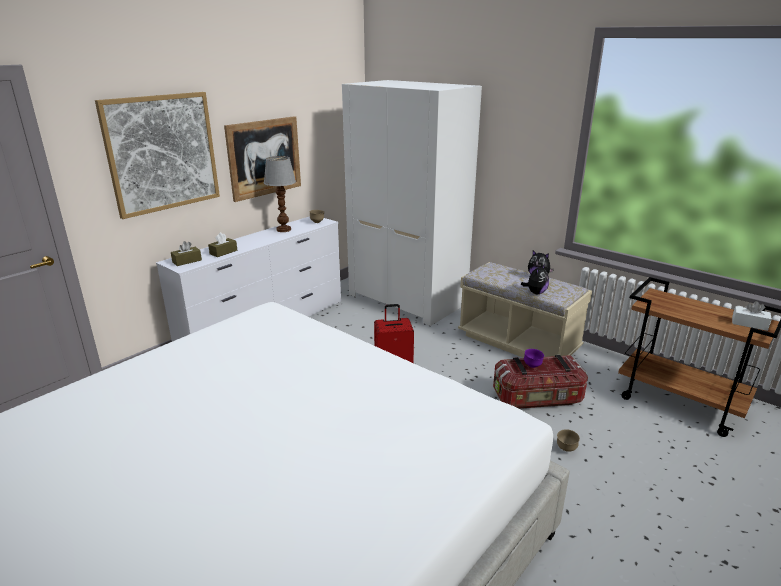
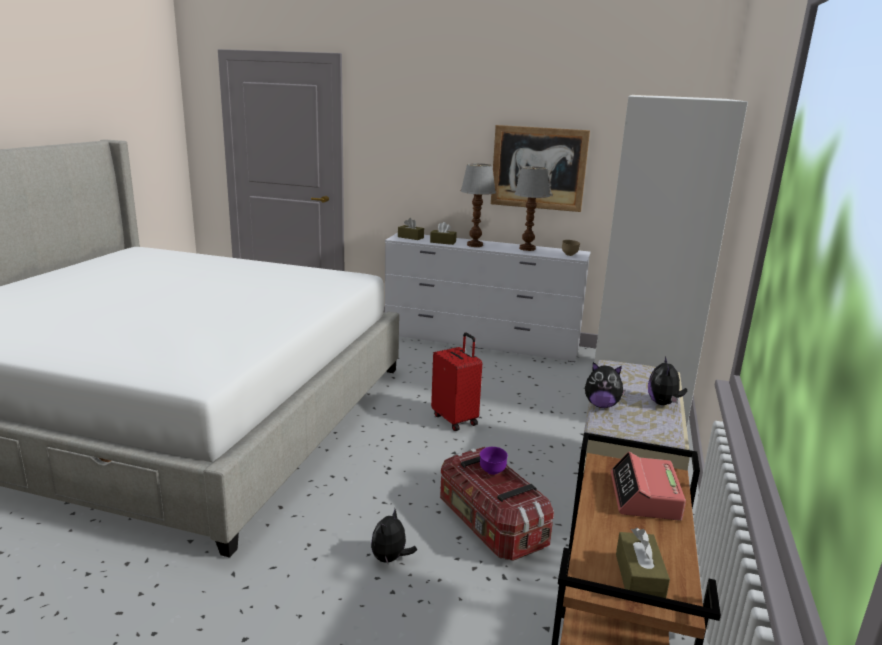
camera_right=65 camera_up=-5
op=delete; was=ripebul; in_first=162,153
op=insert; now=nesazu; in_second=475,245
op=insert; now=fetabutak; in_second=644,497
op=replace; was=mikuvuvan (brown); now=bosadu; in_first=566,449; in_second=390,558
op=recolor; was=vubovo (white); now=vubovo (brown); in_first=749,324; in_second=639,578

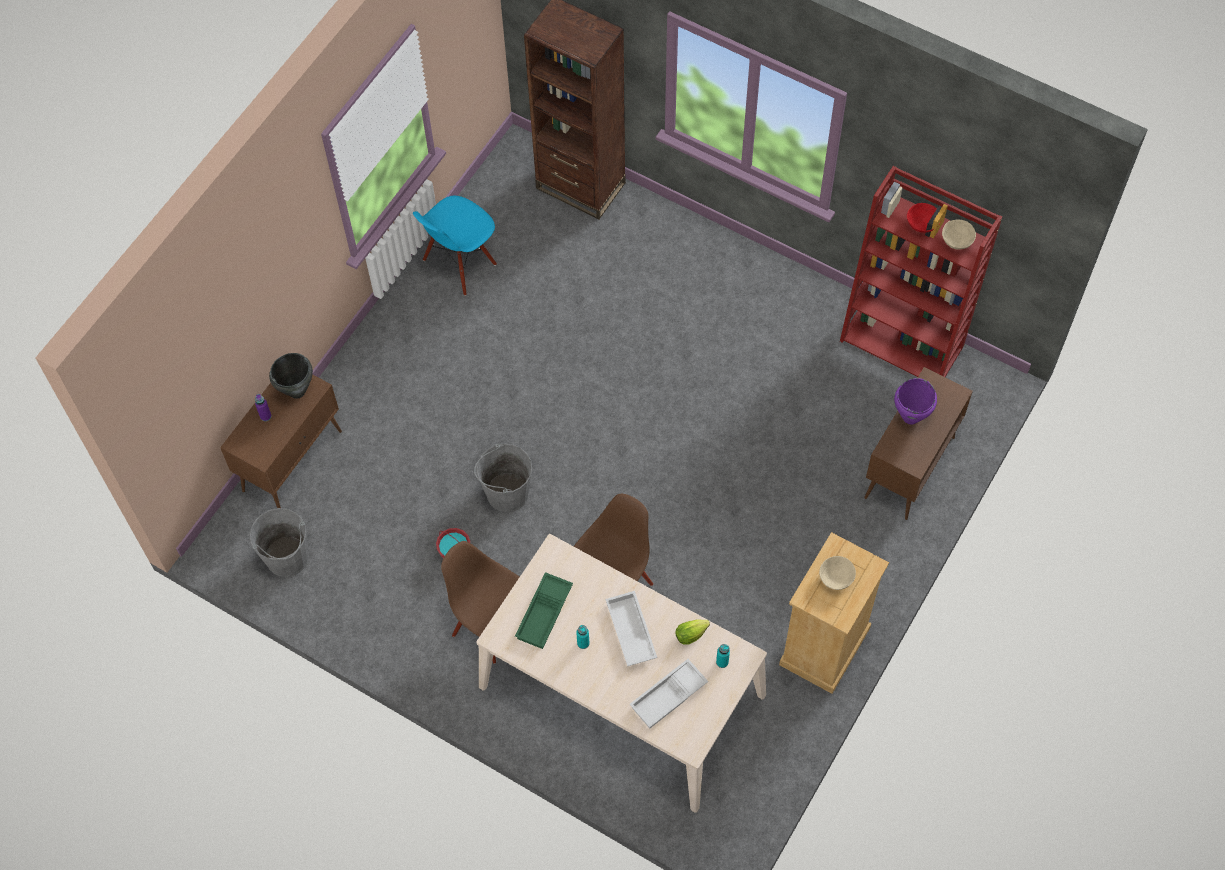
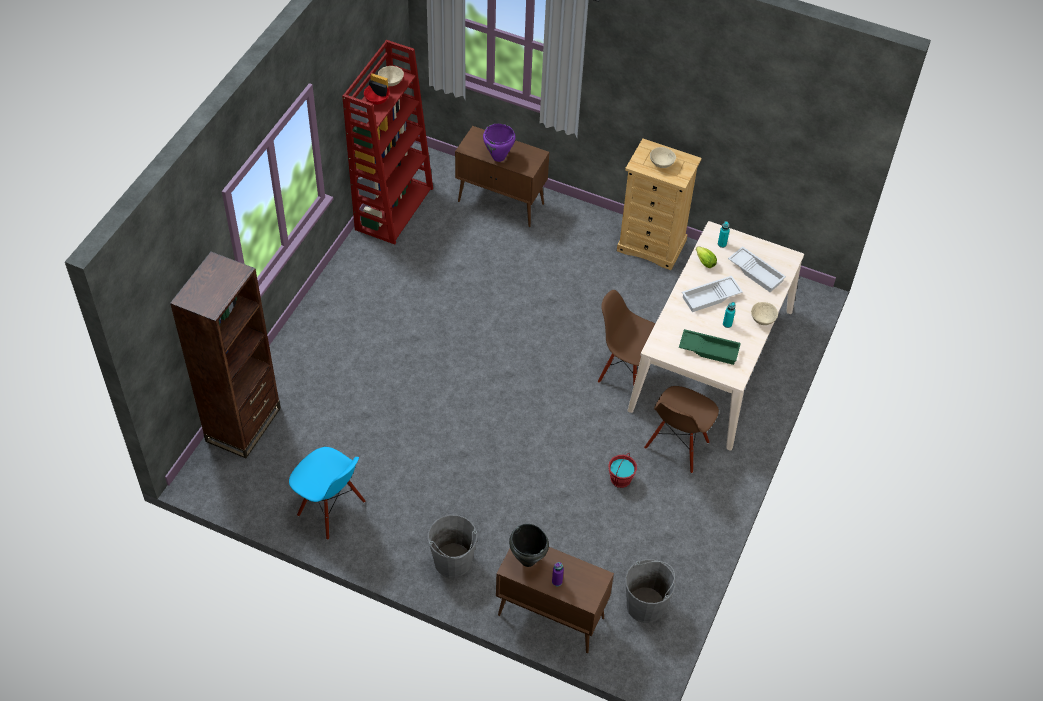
camera_right=-100 camera_up=-10
op=insert; now=mikuvuvan (beige); in_second=763,320
op=move; was=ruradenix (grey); in_first=507,493; in_second=453,561

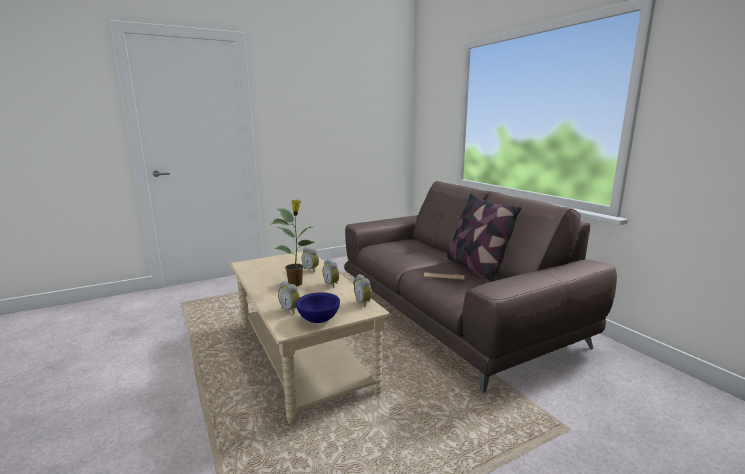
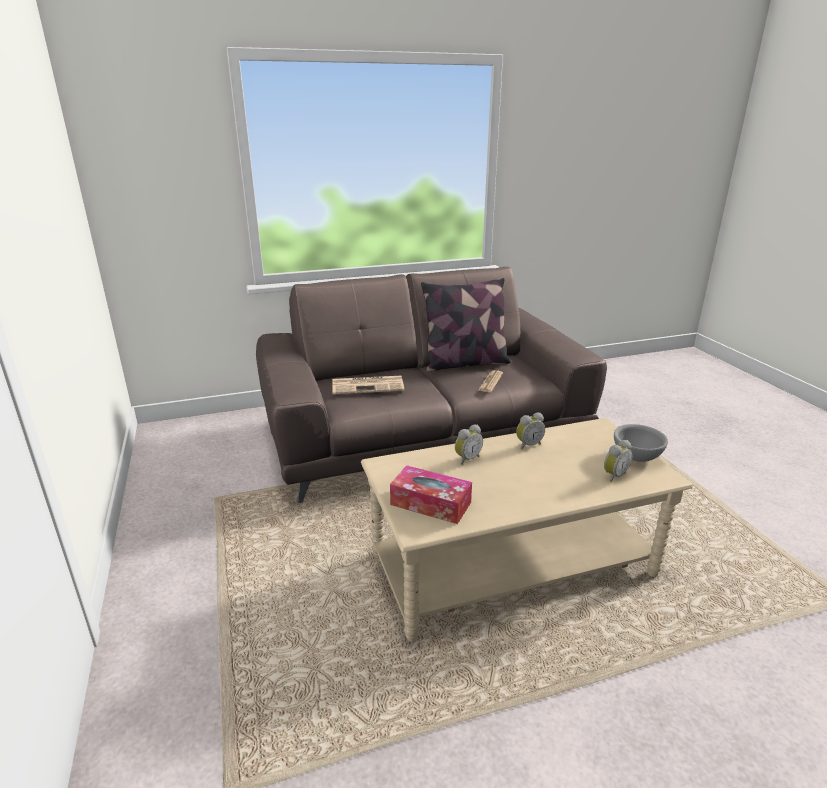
camera_right=-80 camera_up=10
op=delete; was=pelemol; in_first=296,283
op=delete; was=fetabutak; in_first=364,303
op=insert; now=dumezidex; in_second=368,385
op=insert; now=vubovo; in_second=430,503
op=recolor; was=mikuvuvan (blue); now=mikuvuvan (grey); in_first=318,320; in_second=637,457

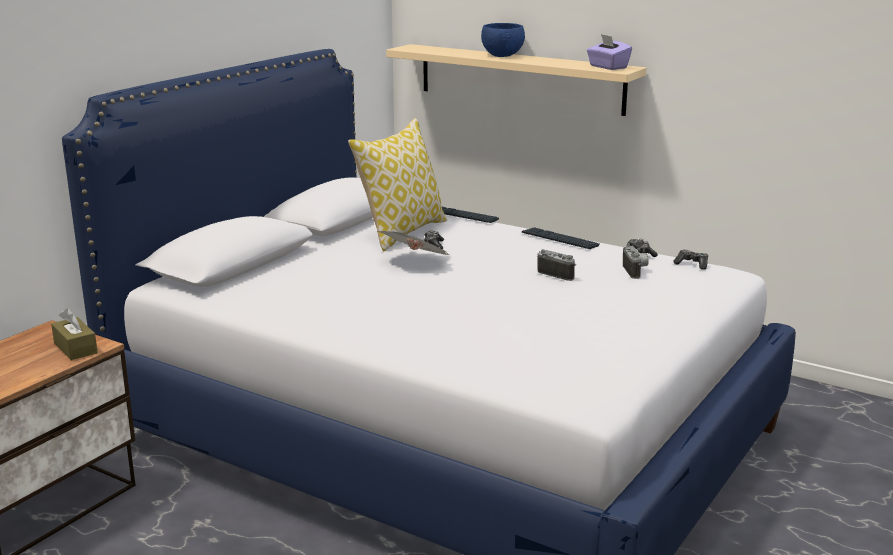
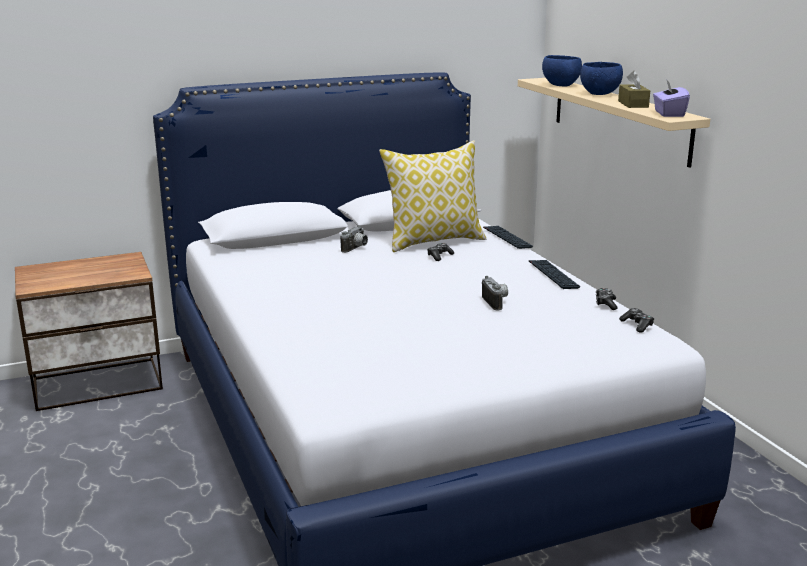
camera_right=35 camera_up=0
op=delete; was=dumezidex; in_first=417,262
op=insert; now=mikuvuvan (blue); in_second=560,85
op=move; was=vubovo (brown); in_first=75,348; in_second=633,104
op=move; was=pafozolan; in_first=636,271; in_second=356,248

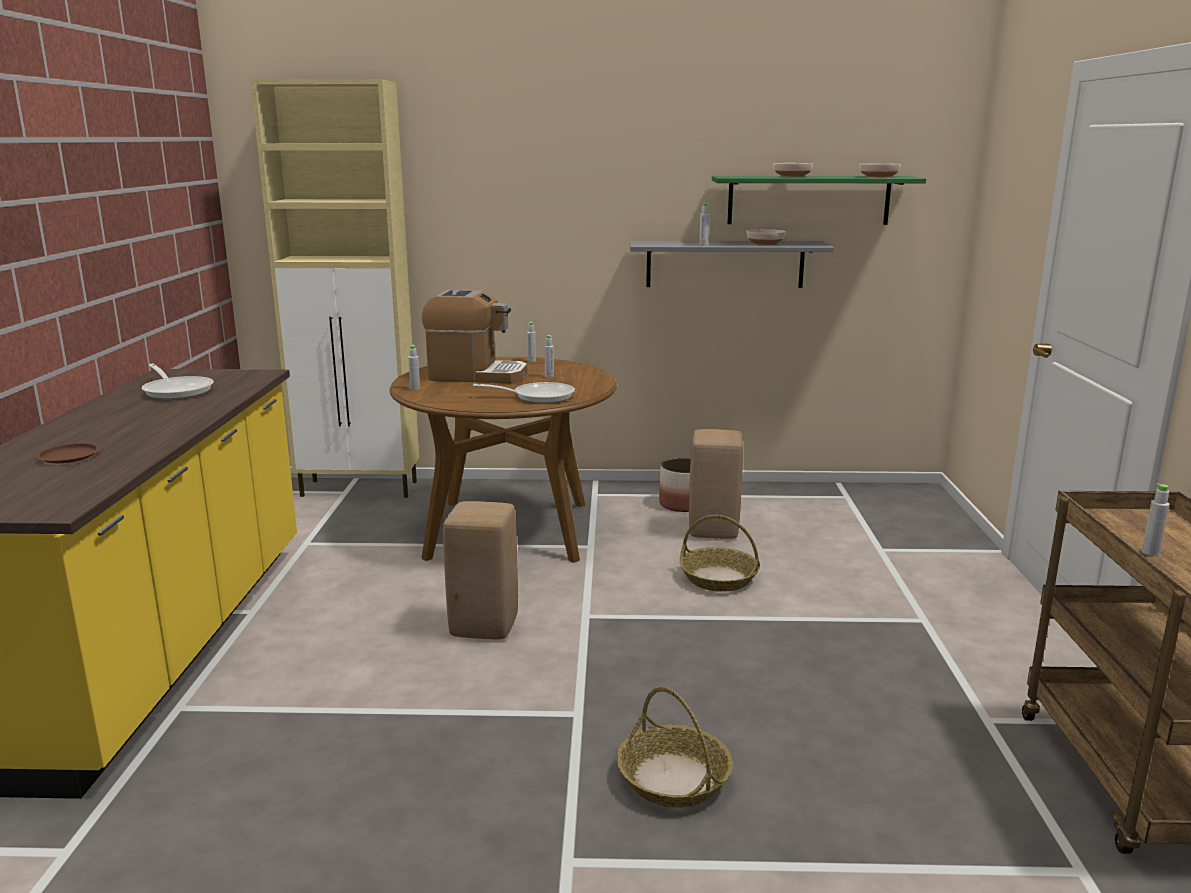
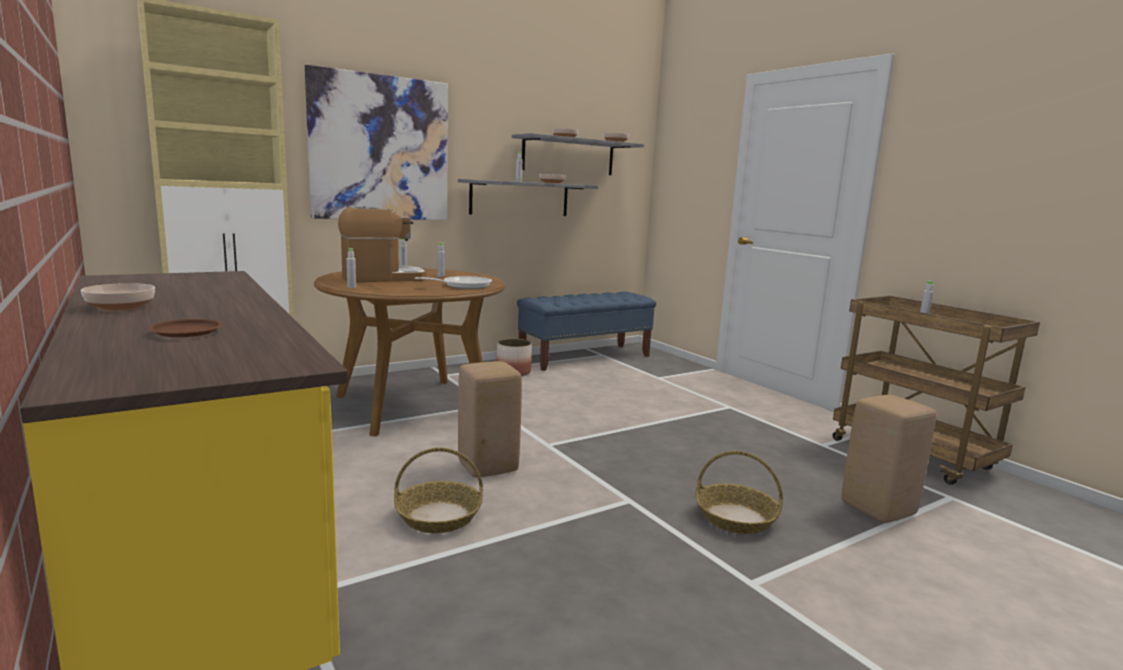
camera_right=-35 camera_up=-5
op=delete; was=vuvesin; in_first=177,391
op=insert; now=mikuvuvan; in_second=122,307
op=insert; now=ripebul; in_second=380,148
op=insert; now=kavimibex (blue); in_second=585,357
op=move; was=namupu; in_first=719,578; in_second=439,516
op=move; was=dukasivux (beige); in_first=714,531; in_second=879,510
op=recolor; was=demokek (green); now=demokek (grey); in_first=808,200; in_second=568,156

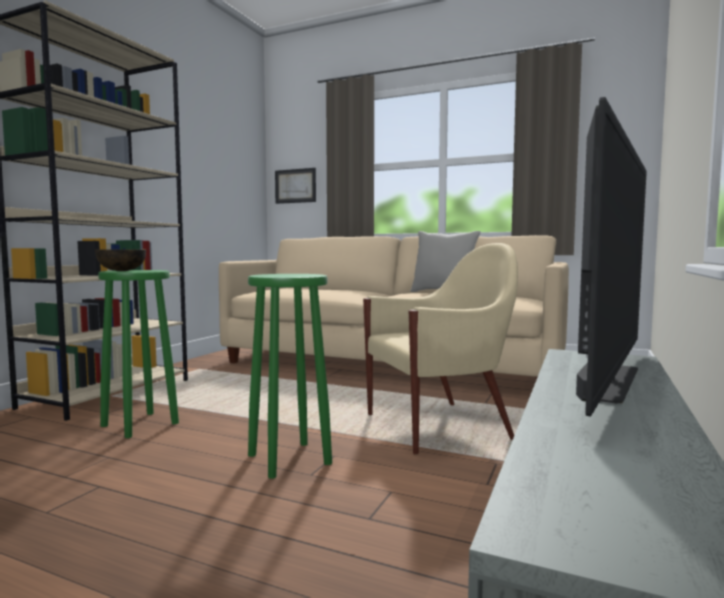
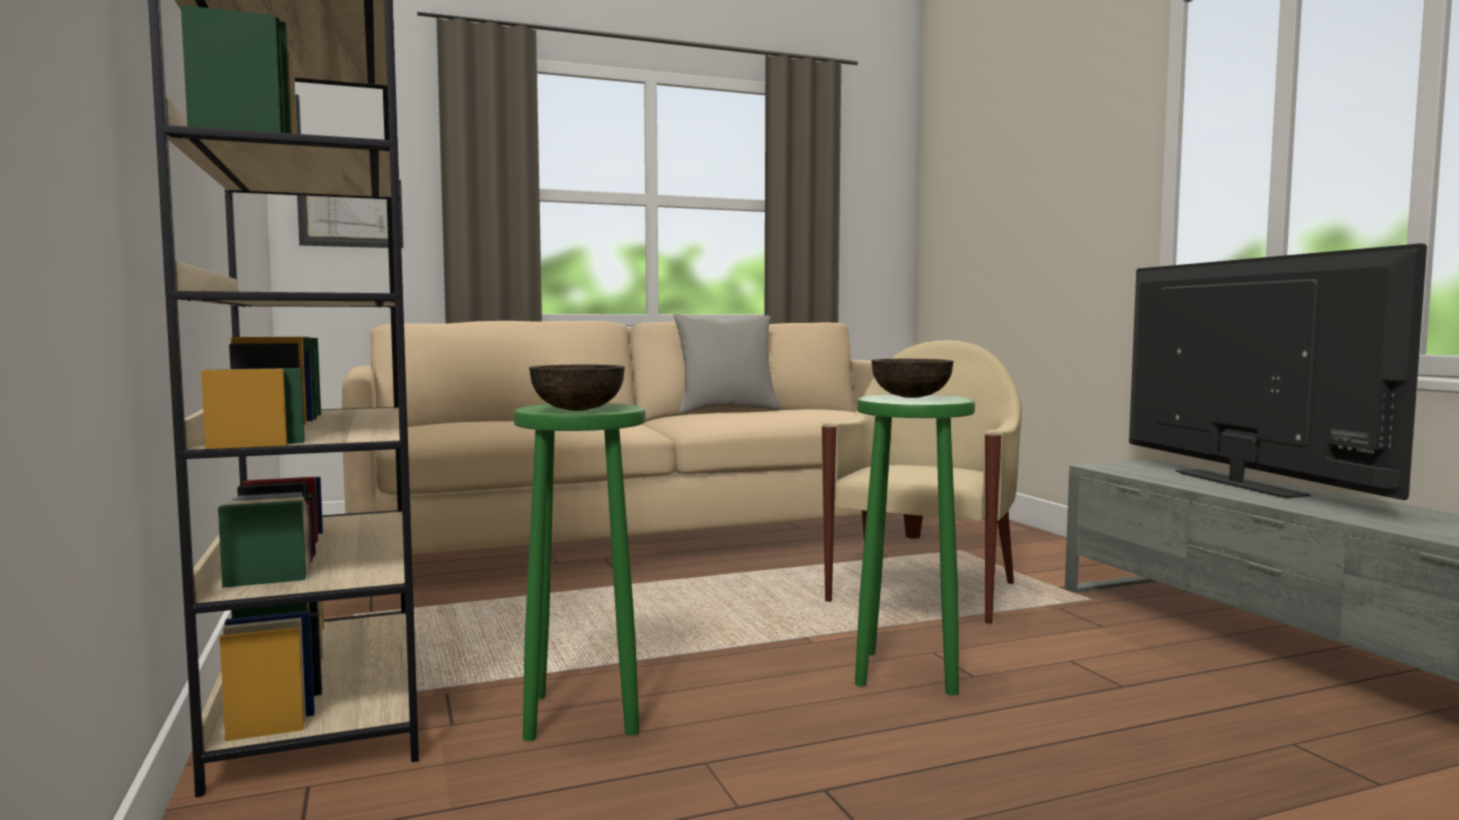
camera_right=-45 camera_up=0
op=insert; now=mikuvuvan (brown); in_second=911,397

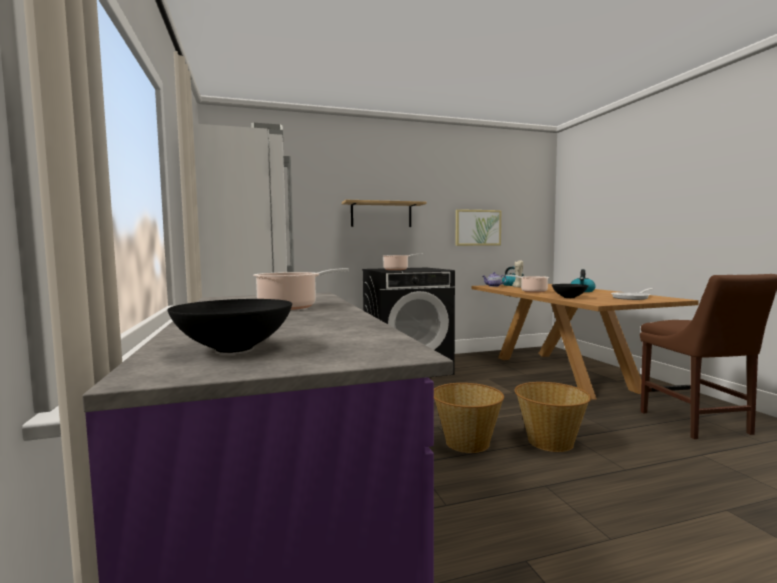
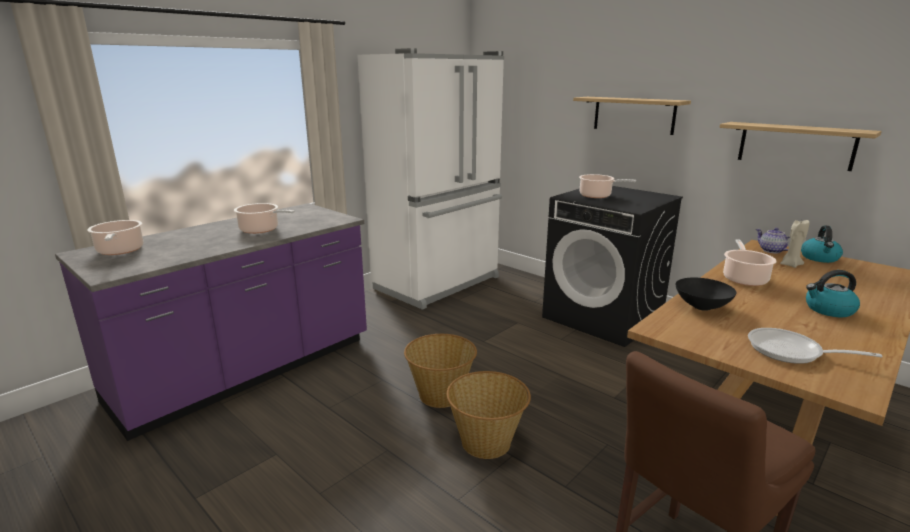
camera_right=60 camera_up=15
op=replace; was=mikuvuvan (black); now=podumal; in_first=234,349; in_second=120,251
op=replace; was=ripebul; now=demokek; in_first=478,227; in_second=795,145

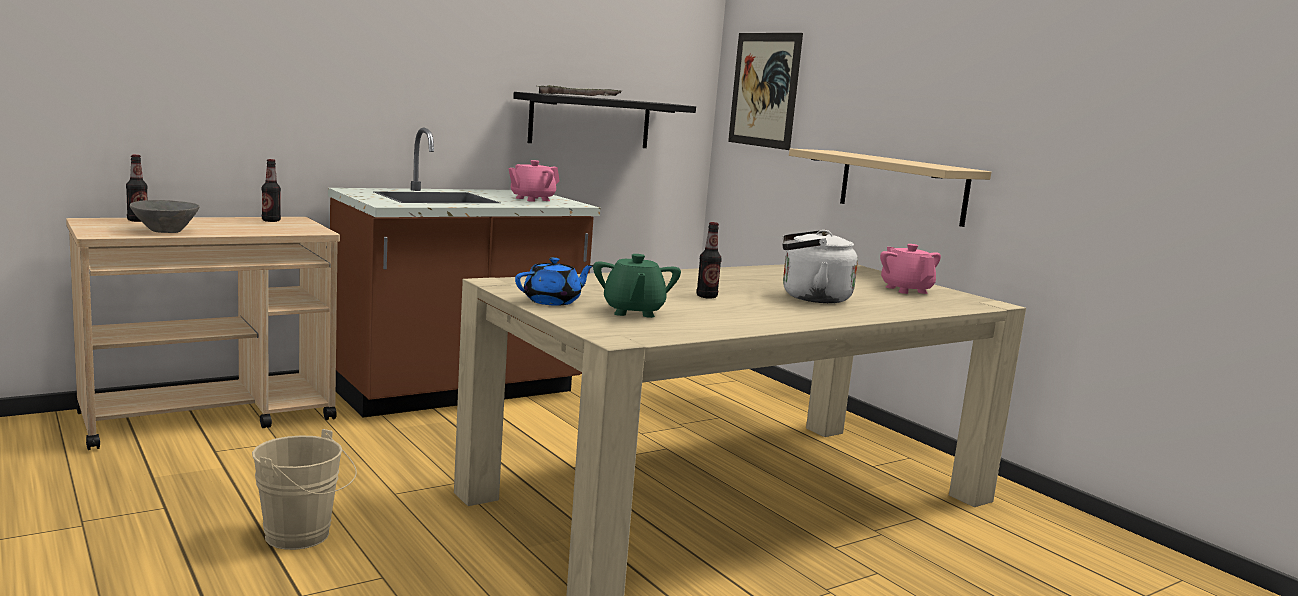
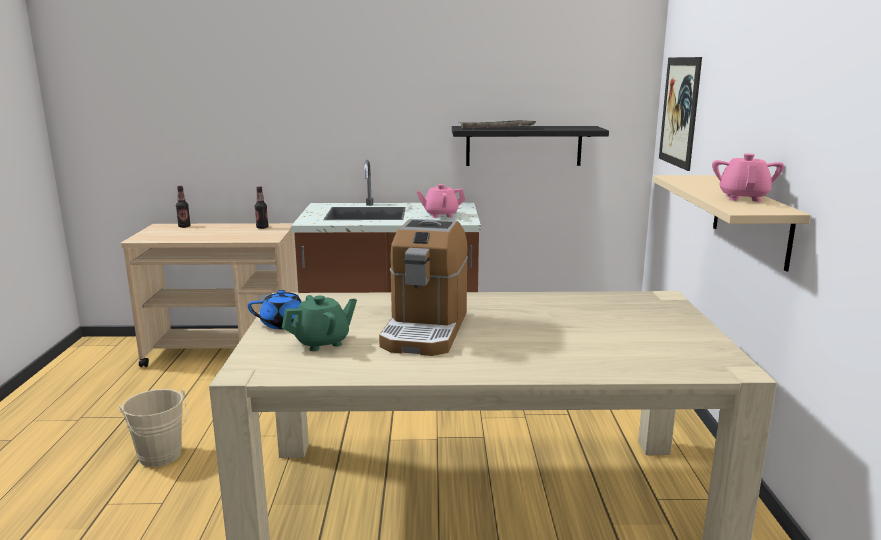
camera_right=35 camera_up=5
op=delete; was=mikuvuvan (grey); in_first=165,231
op=delete; was=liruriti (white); in_first=811,298
op=move; was=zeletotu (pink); in_first=906,290; in_second=743,198
op=replace; was=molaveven; now=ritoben; in_first=706,296; in_second=425,329
op=rotate; was=zeletotu (green); in_first=633,312; in_second=322,342; clockwise=-150

